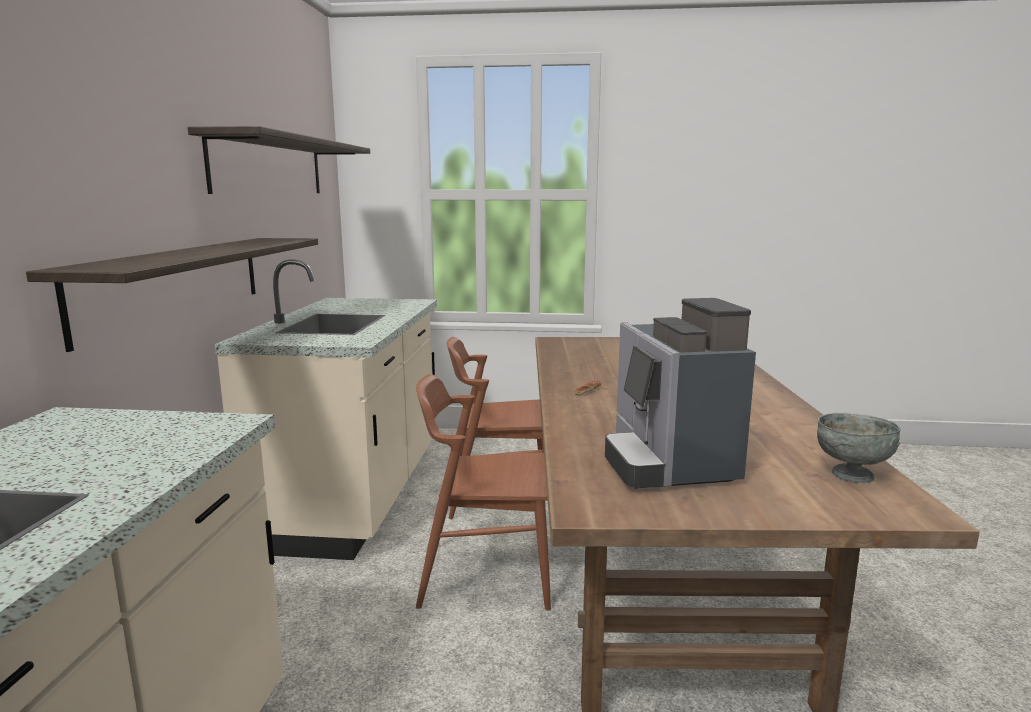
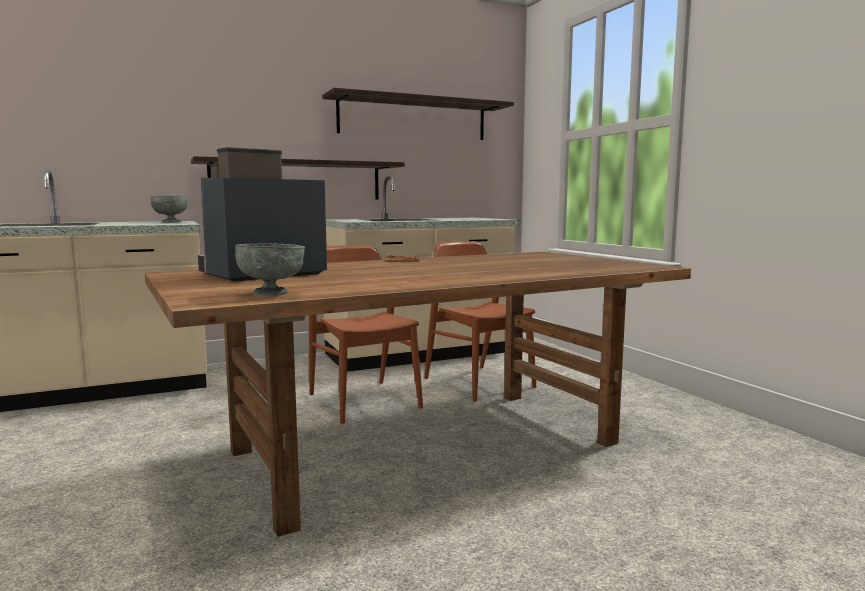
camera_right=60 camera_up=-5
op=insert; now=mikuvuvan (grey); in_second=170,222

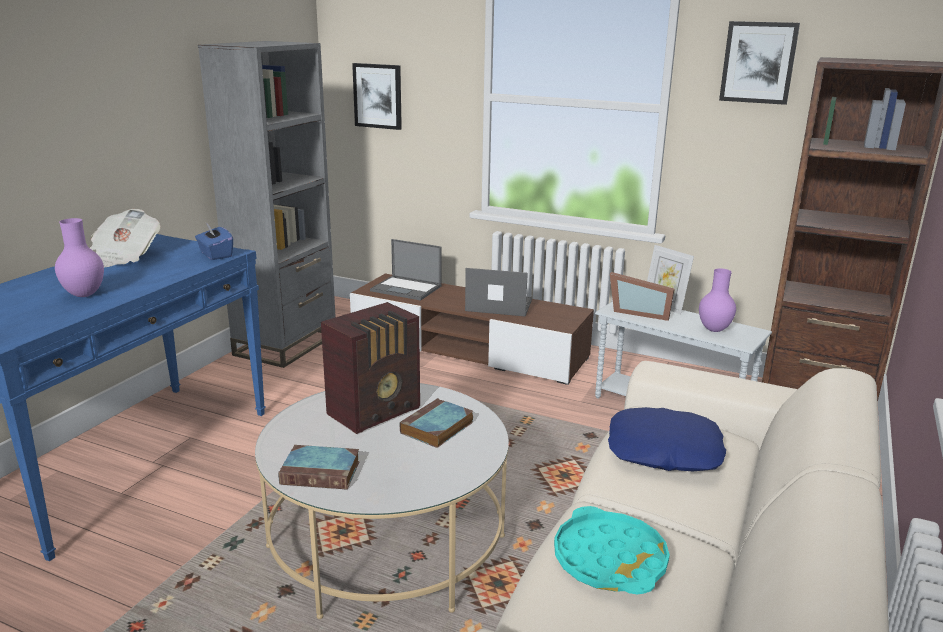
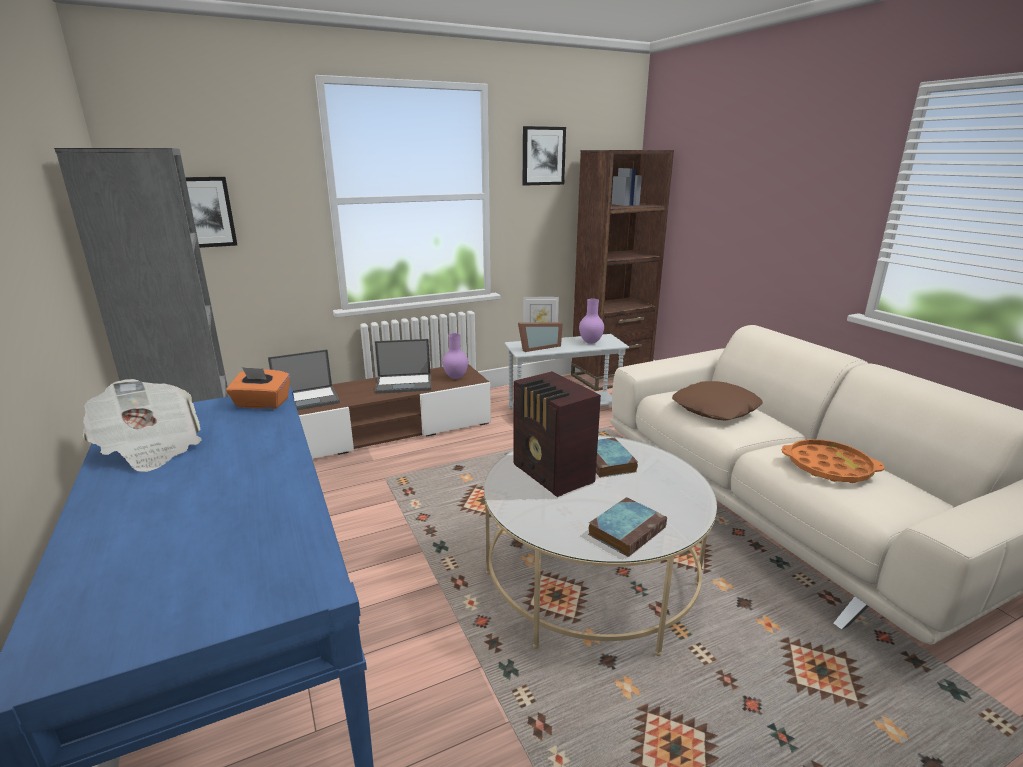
camera_right=-50 camera_up=0
op=move; was=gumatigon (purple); in_first=83,295; in_second=456,378
op=recolor; was=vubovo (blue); now=vubovo (orange); in_first=215,255; in_second=262,404
op=recolor; was=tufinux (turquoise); now=tufinux (orange); in_first=609,560; in_second=828,467
op=recolor; was=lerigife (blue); now=lerigife (brown); in_first=664,451; in_second=716,409
op=rotate; was=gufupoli; in_first=376,411; in_second=552,475; clockwise=150
op=rotate; was=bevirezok; in_first=498,305; in_second=405,383; clockwise=-150

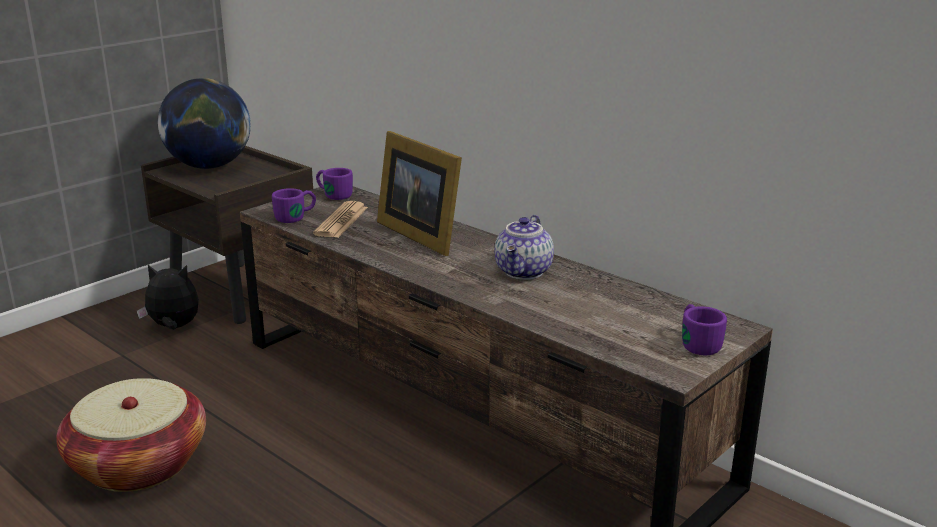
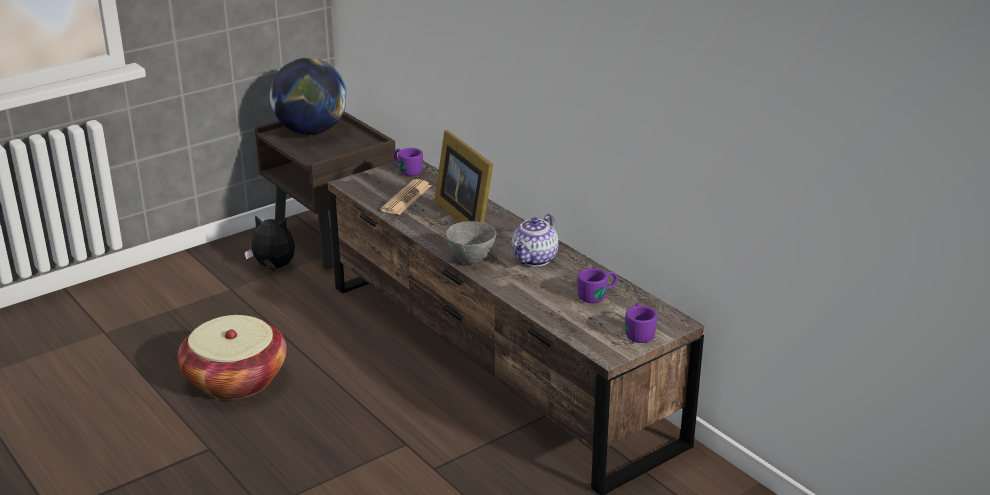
camera_right=10 camera_up=5
op=insert; now=mikuvuvan (grey); in_second=470,259
op=move; was=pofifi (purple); in_first=296,217; in_second=598,295

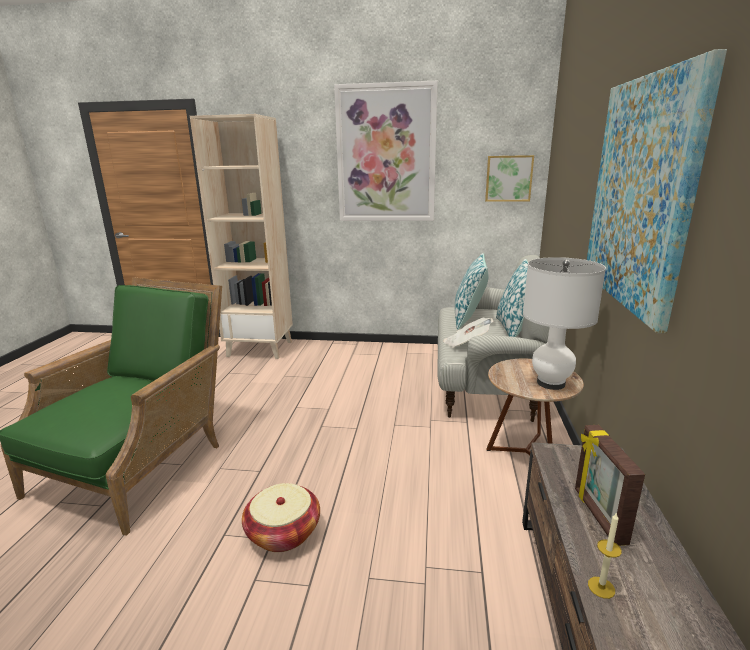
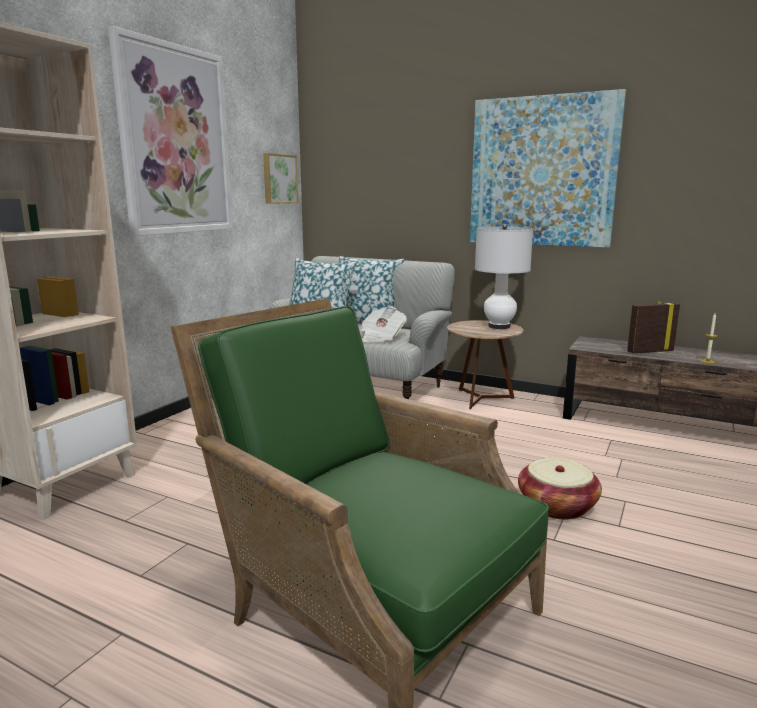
camera_right=-70 camera_up=-5
op=rotate; was=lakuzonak; in_first=598,515; in_second=649,351; clockwise=150

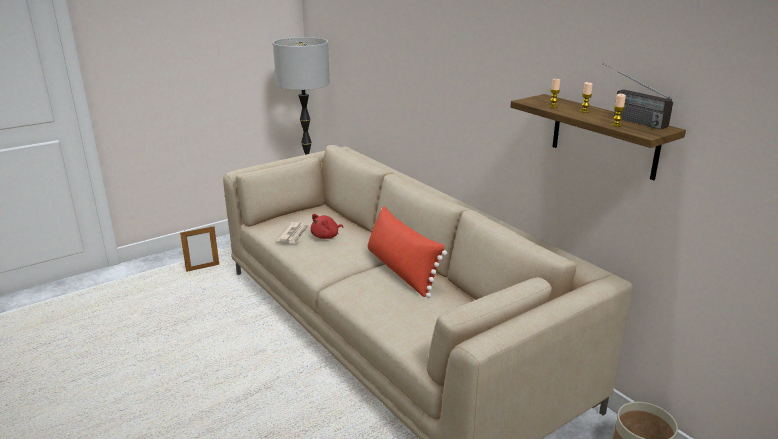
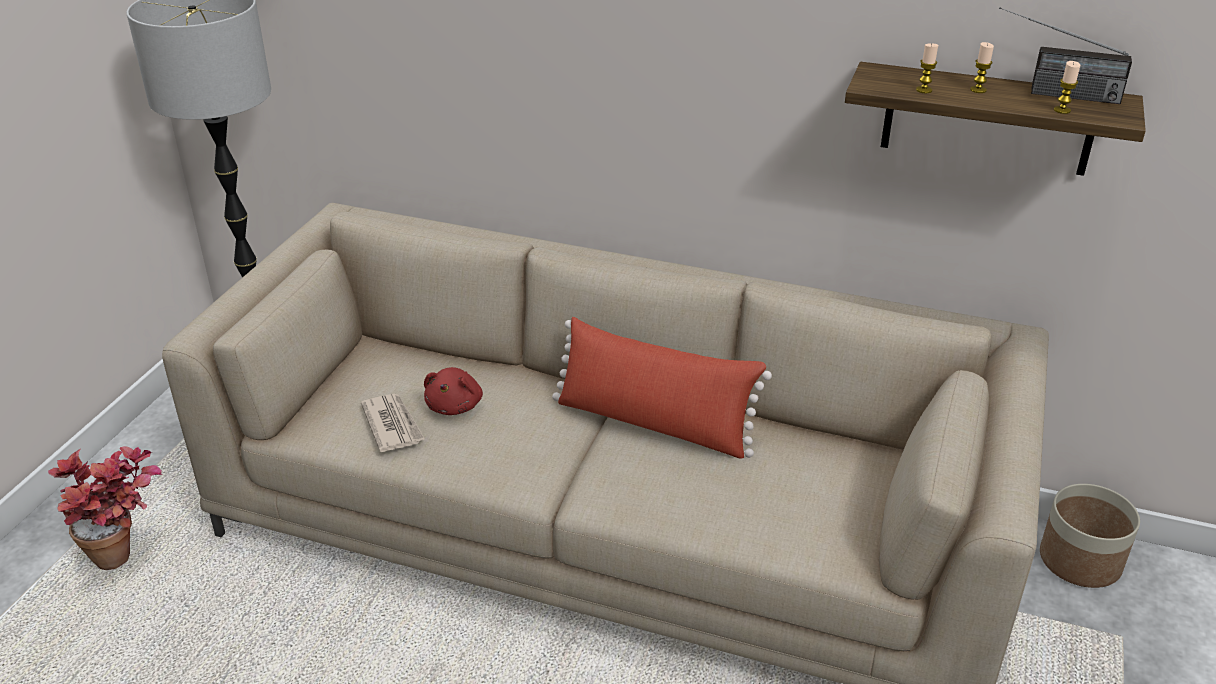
camera_right=-35 camera_up=10
op=replace; was=lakuzonak; now=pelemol; in_first=203,268; in_second=127,555

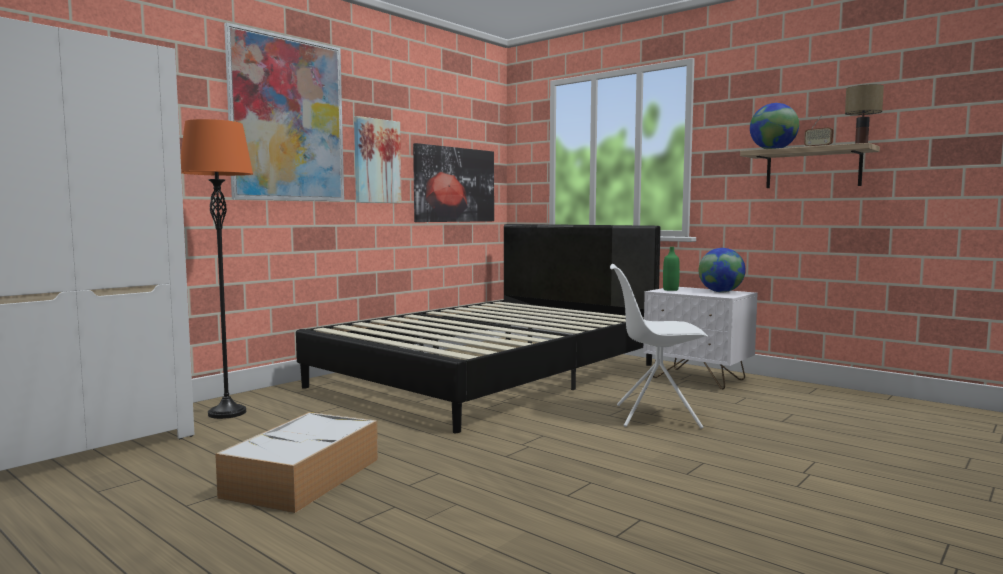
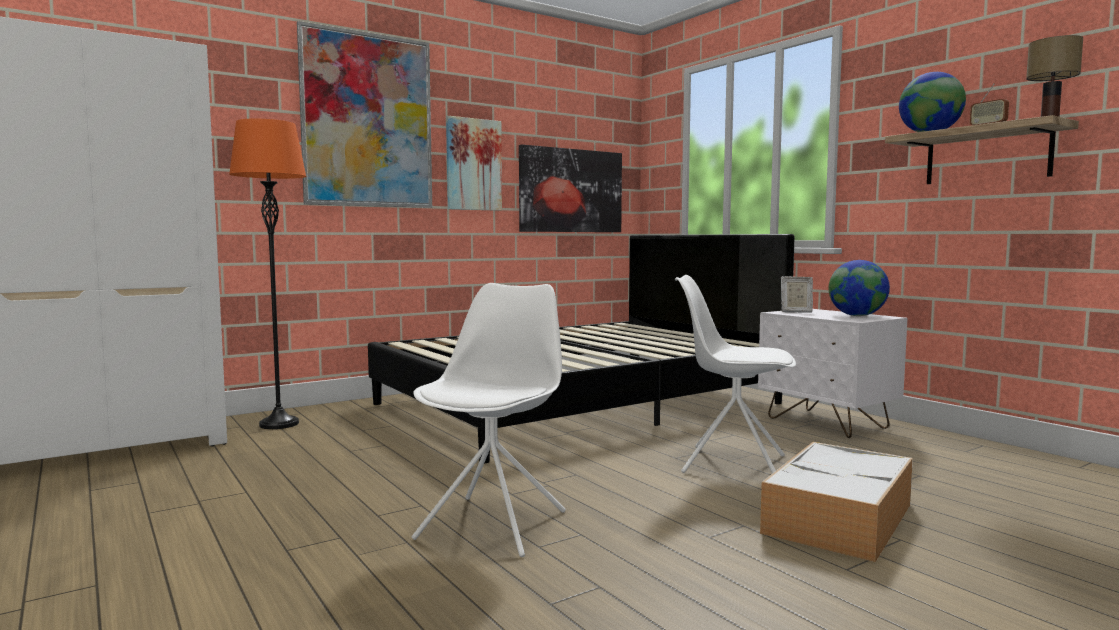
camera_right=15 camera_up=0
op=insert; now=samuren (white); in_second=494,524
op=move; was=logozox; in_first=302,478; in_second=839,519
op=replace; was=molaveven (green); now=lakuzonak; in_first=670,290; in_second=795,312

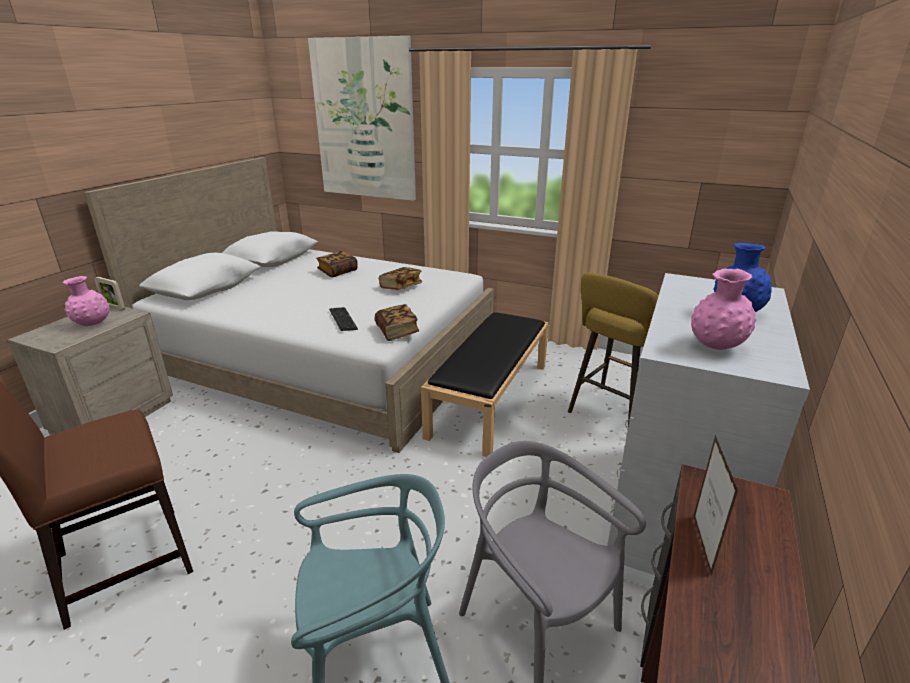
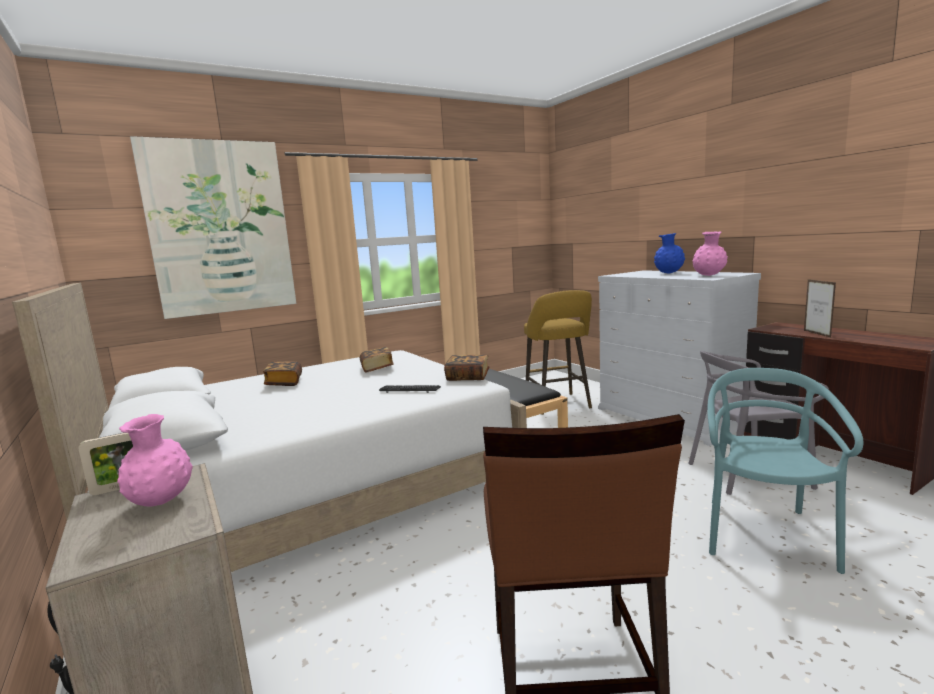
camera_right=-55 camera_up=-15
op=rotate; was=lakuzonak; in_first=702,544; in_second=817,334; clockwise=45

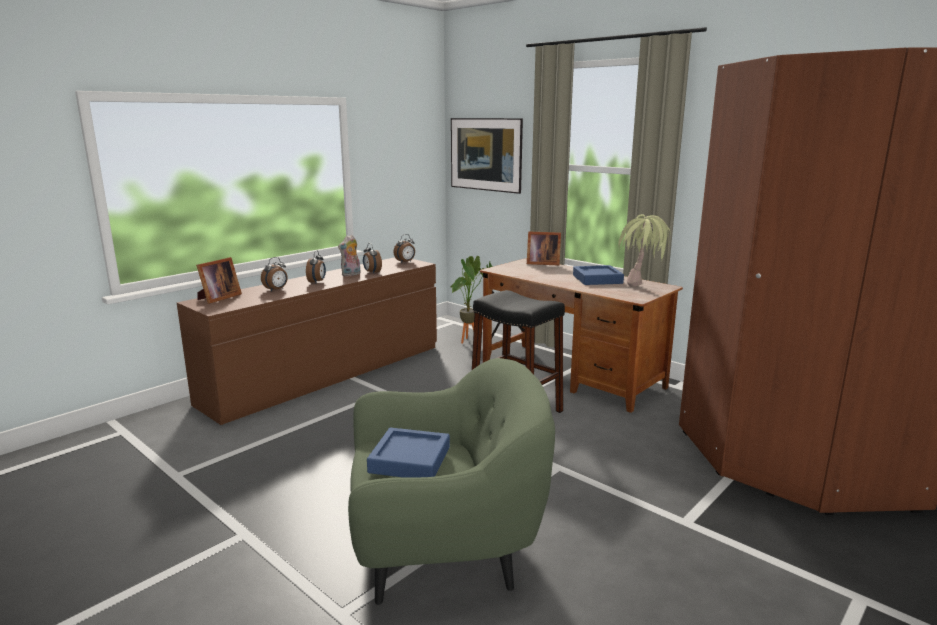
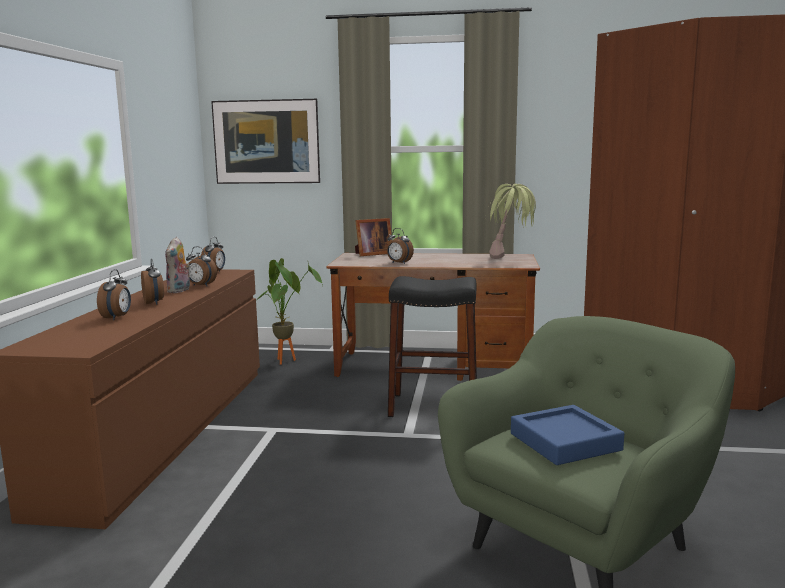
camera_right=-35 camera_up=-5
op=delete; was=lakuzonak; in_first=218,298
op=delete; was=tufinux (blue); in_first=597,279
op=insert; now=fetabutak; in_second=399,263

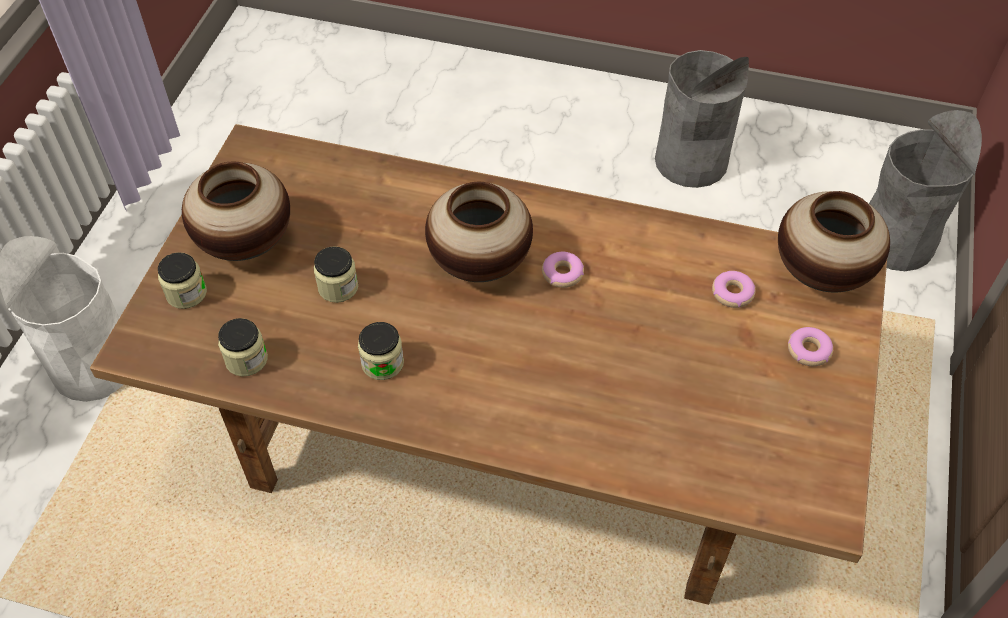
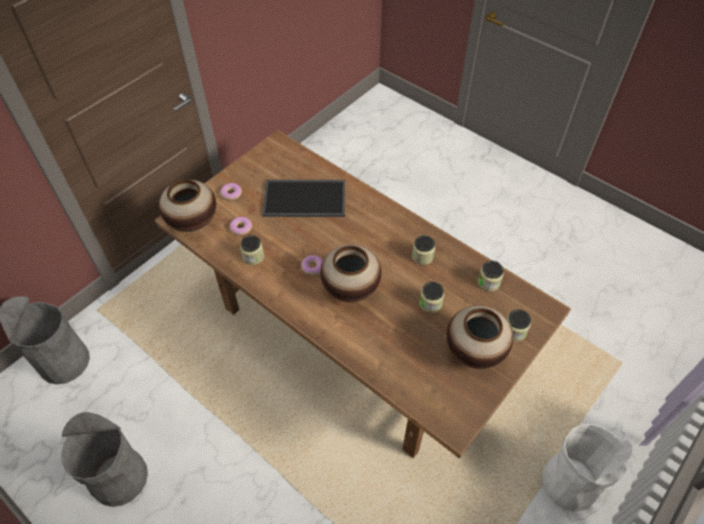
camera_right=-155 camera_up=0
op=insert; now=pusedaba; in_second=253,256
op=insert; now=tufinux; in_second=305,197

